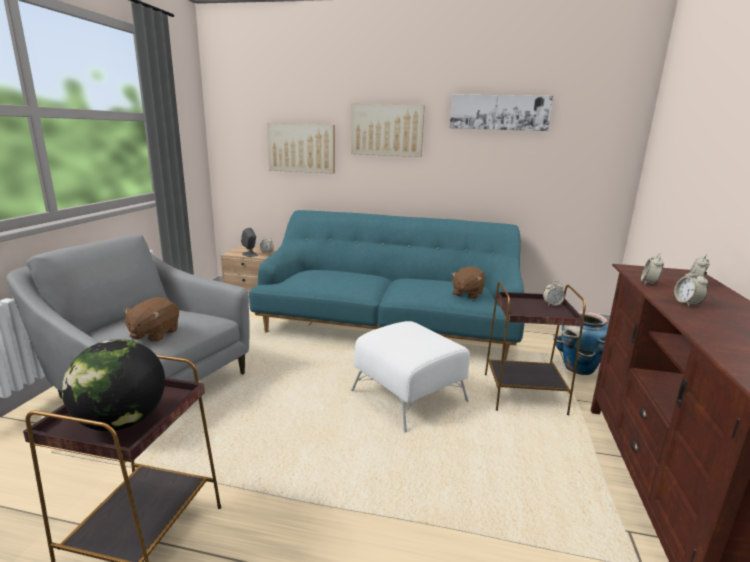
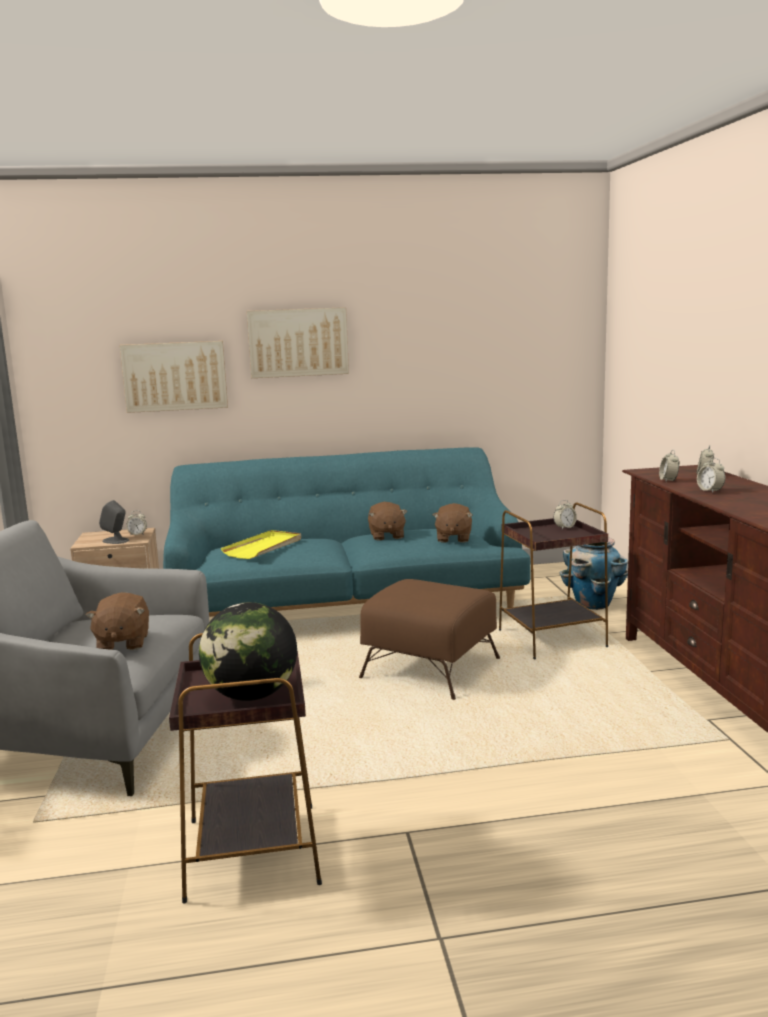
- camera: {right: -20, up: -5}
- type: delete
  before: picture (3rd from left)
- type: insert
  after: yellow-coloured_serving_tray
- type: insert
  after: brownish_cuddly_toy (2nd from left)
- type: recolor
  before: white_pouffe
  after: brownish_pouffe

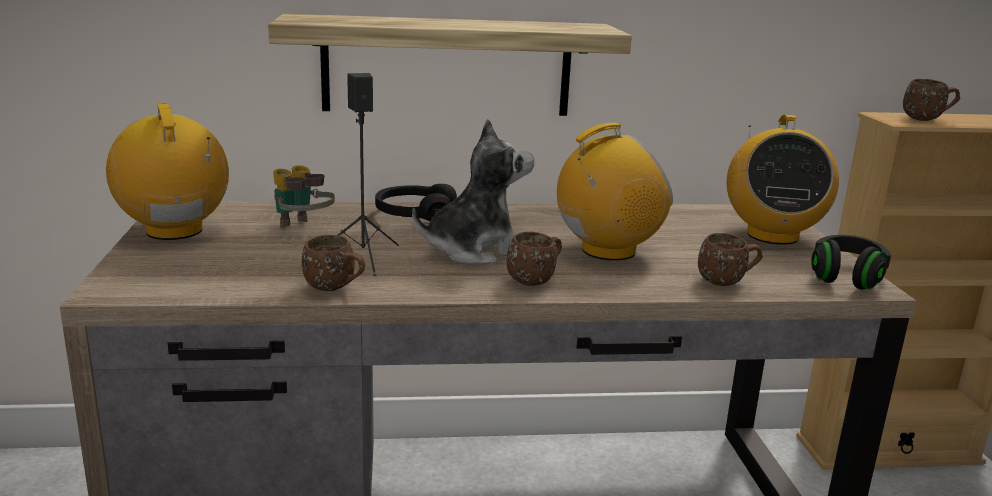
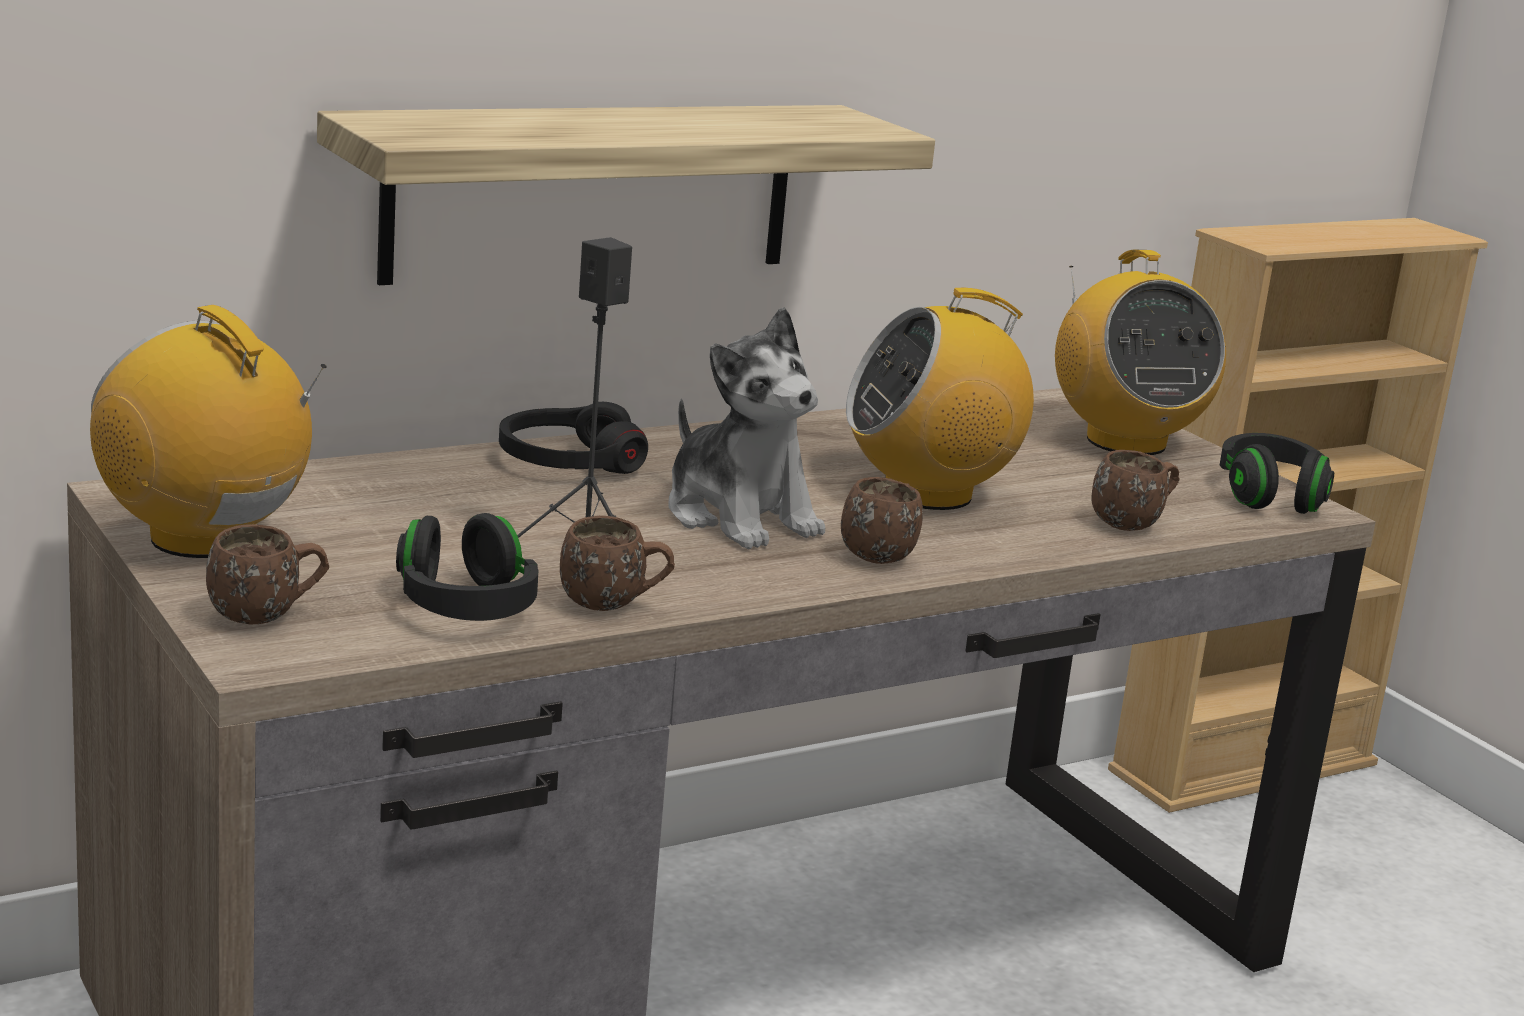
- camera: {right: -25, up: 0}
- type: delete
  before: binoculars
- type: insert
  after: black_headphones (1st from left)
- type: move
  before: brownish_coffee_mug (4th from left in the first image)
  after: brownish_coffee_mug (1st from left)
- type: rotate
  before: cuddly_toy
  turn: 105
- type: rotate
  before: radio_set (2nd from left)
  turn: -150

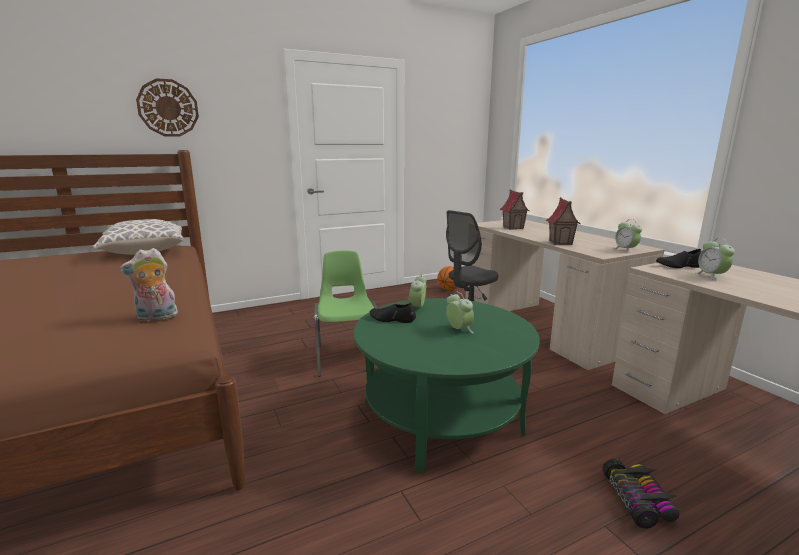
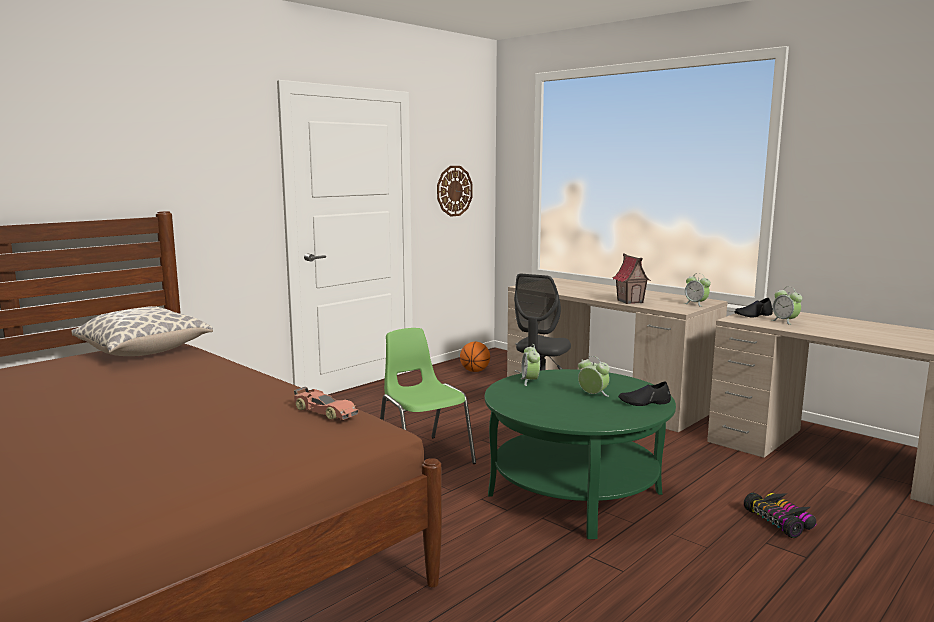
- camera: {right: -20, up: -5}
- type: delete
  before: miniature_house (1st from left)
- type: move
  before: wall_clock
- type: move
  before: black_shoe (1st from left)
- type: replace
  before: cuddly_toy
  after: miniature_car (1st from left)

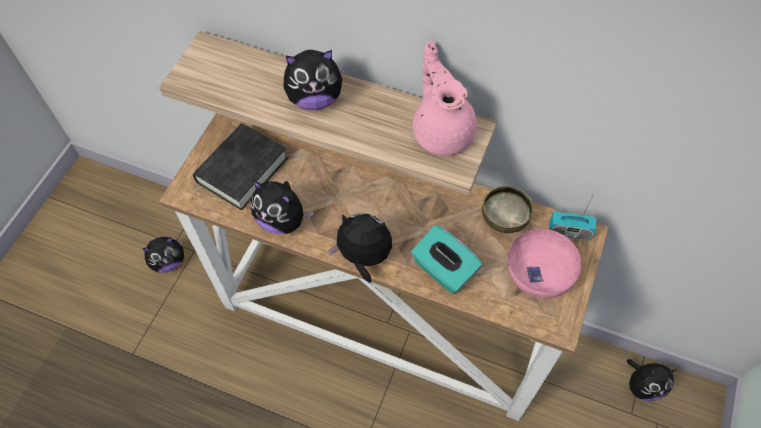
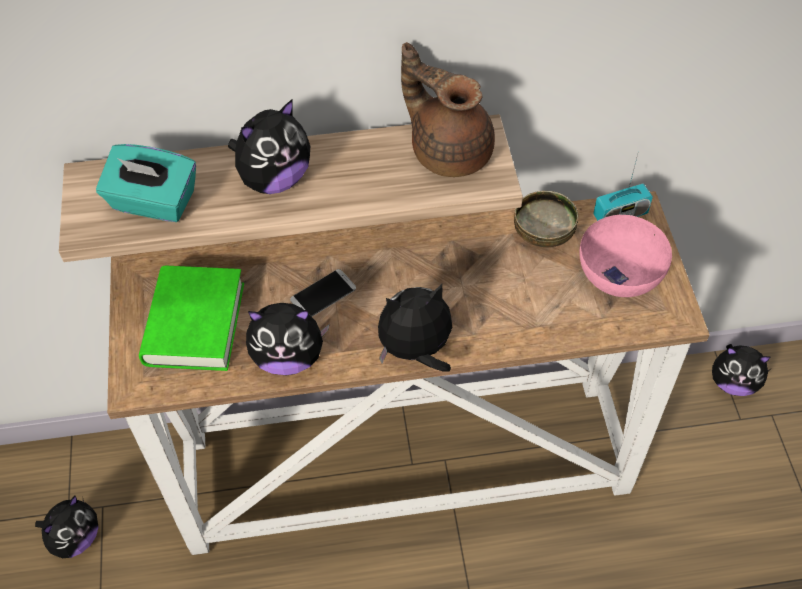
- camera: {right: -30, up: -5}
- type: insert
  after: phone
- type: move
  before: turquoise-coloured_tissue_holder
- type: recolor
  before: black_bound_book
  after: green-coloured_bound_book
- type: recolor
  before: pinkish_pot_for_tea
  after: brownish_pot_for_tea
- type: rotate
  before: cuddly_toy (5th from left)
  turn: 60

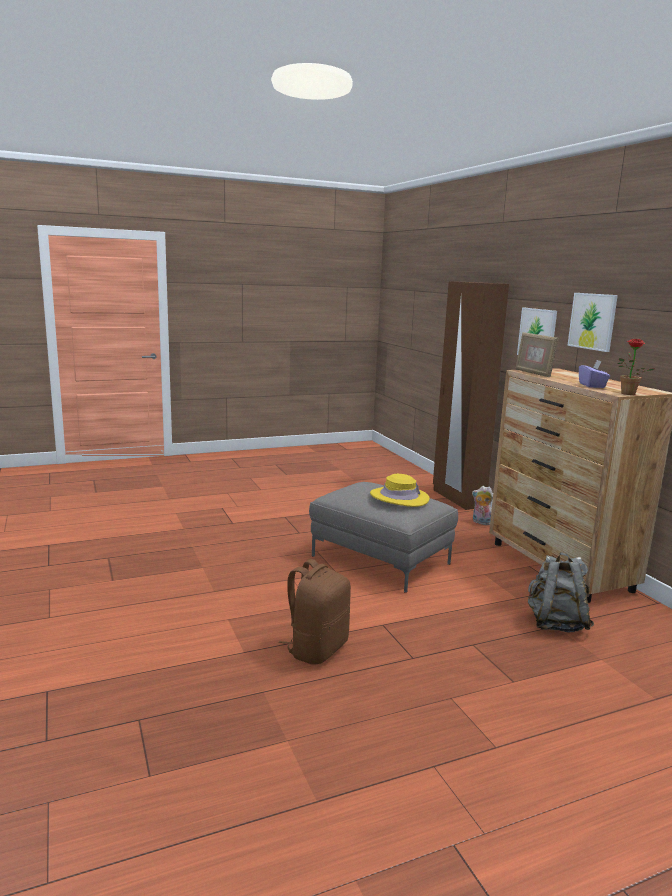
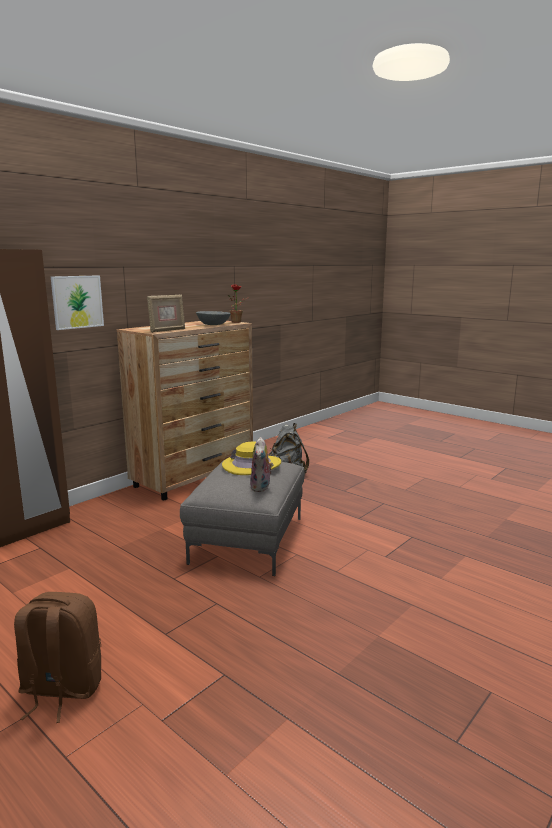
- camera: {right: -115, up: 0}
- type: delete
  before: picture (2nd from left)
- type: move
  before: brownish_knapsack
- type: move
  before: cuddly_toy
- type: replace
  before: purple-coloured_tissue_holder
  after: gray_serving_bowl

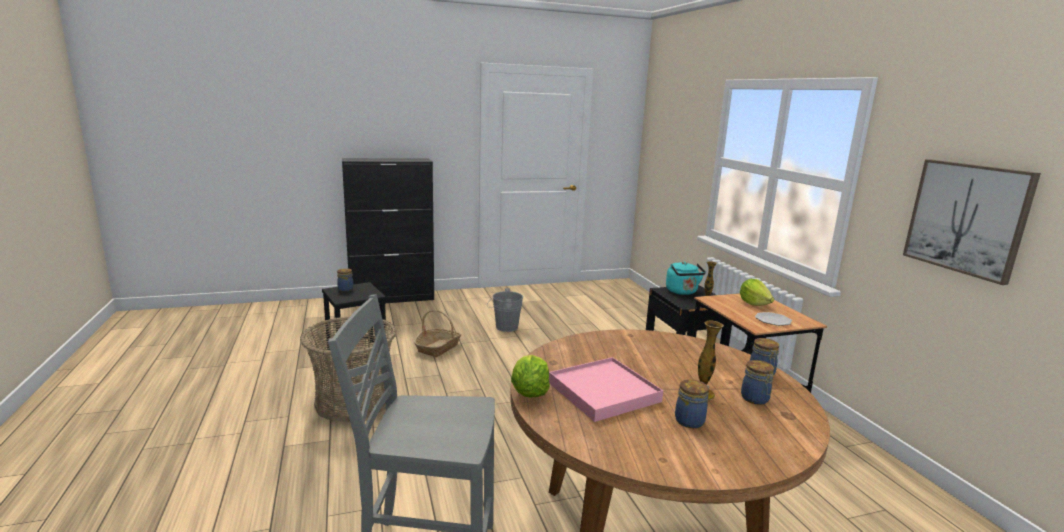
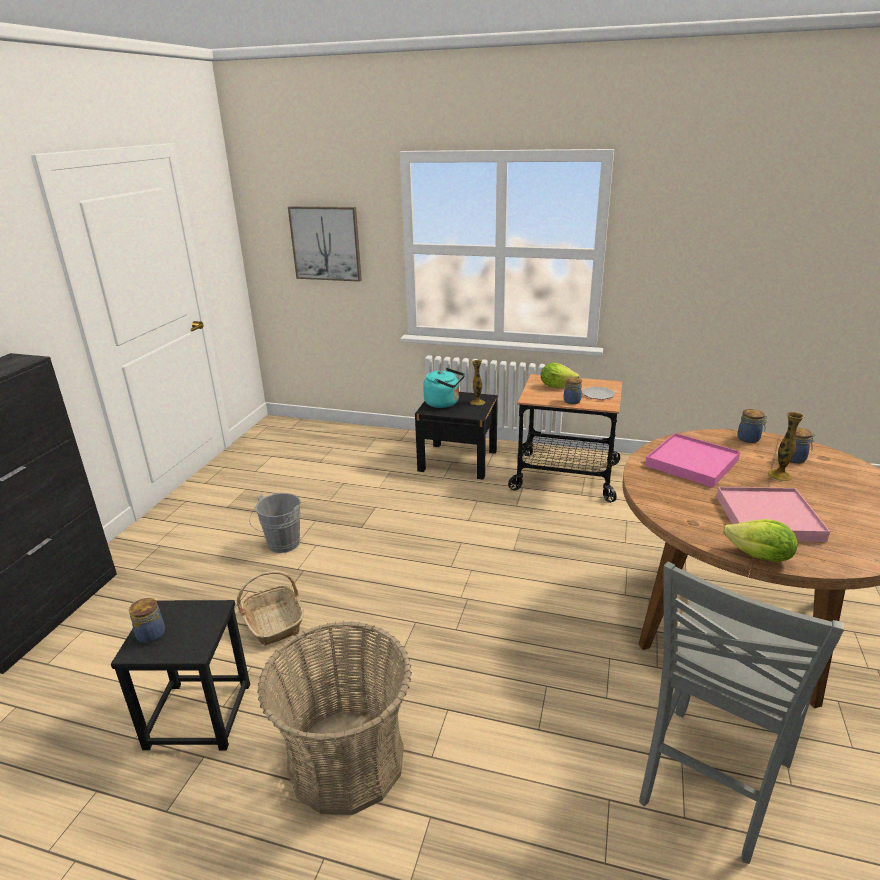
- camera: {right: -55, up: 10}
- type: insert
  after: pinkish_serving_tray (1st from left)
- type: move
  before: preserve_jar (2nd from left)
- type: move
  before: picture

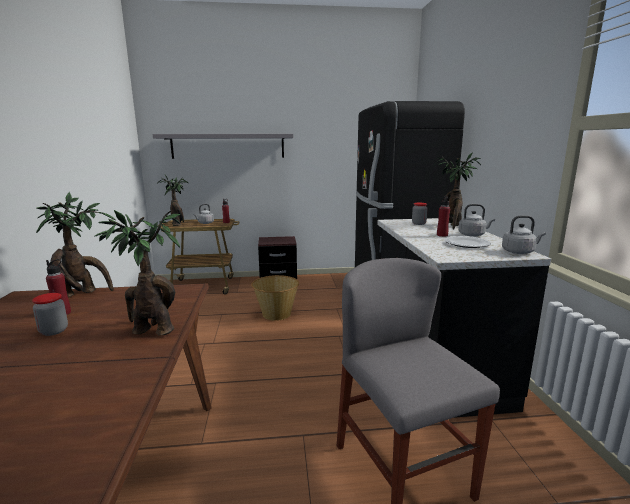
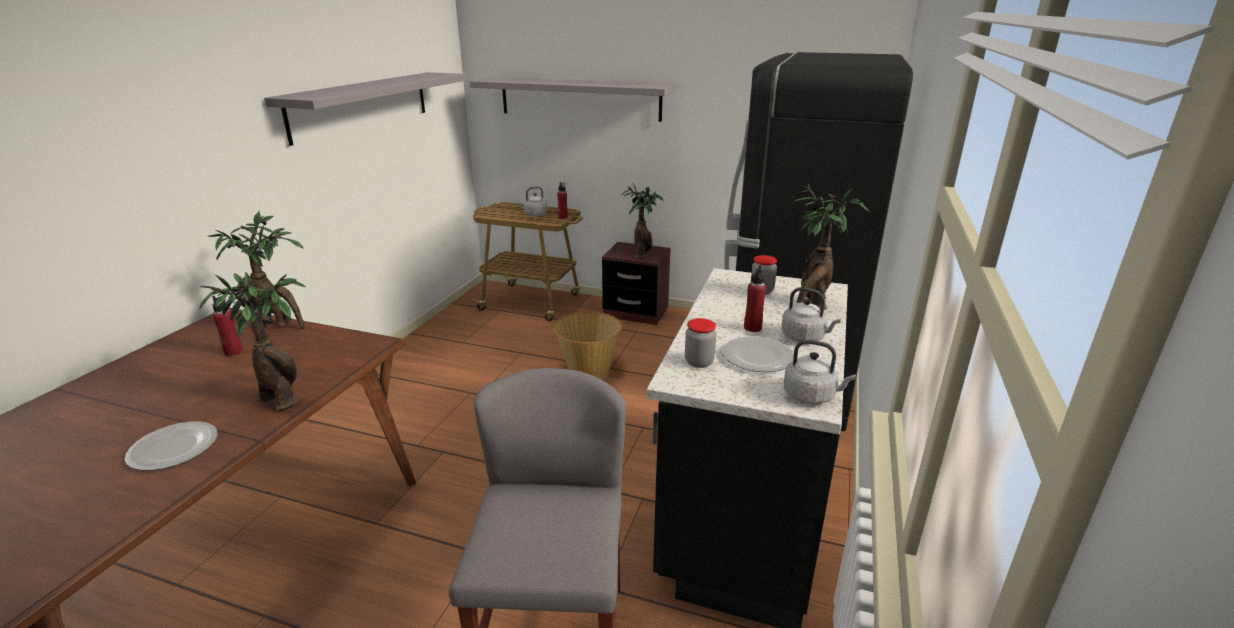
- camera: {right: 25, up: 10}
- type: insert
  after: flat_dish (1st from left)
- type: insert
  after: gray_shelf (1st from left)
- type: move
  before: preserve_jar (1st from left)
- type: move
  before: potted_plant (3rd from left)

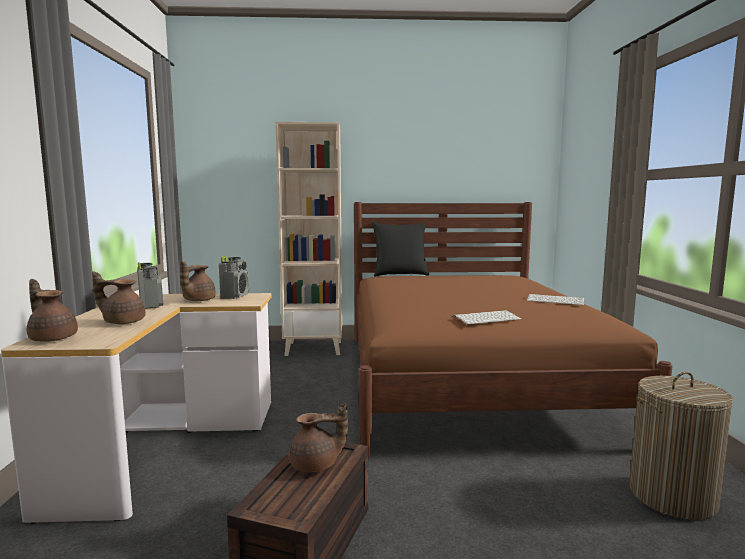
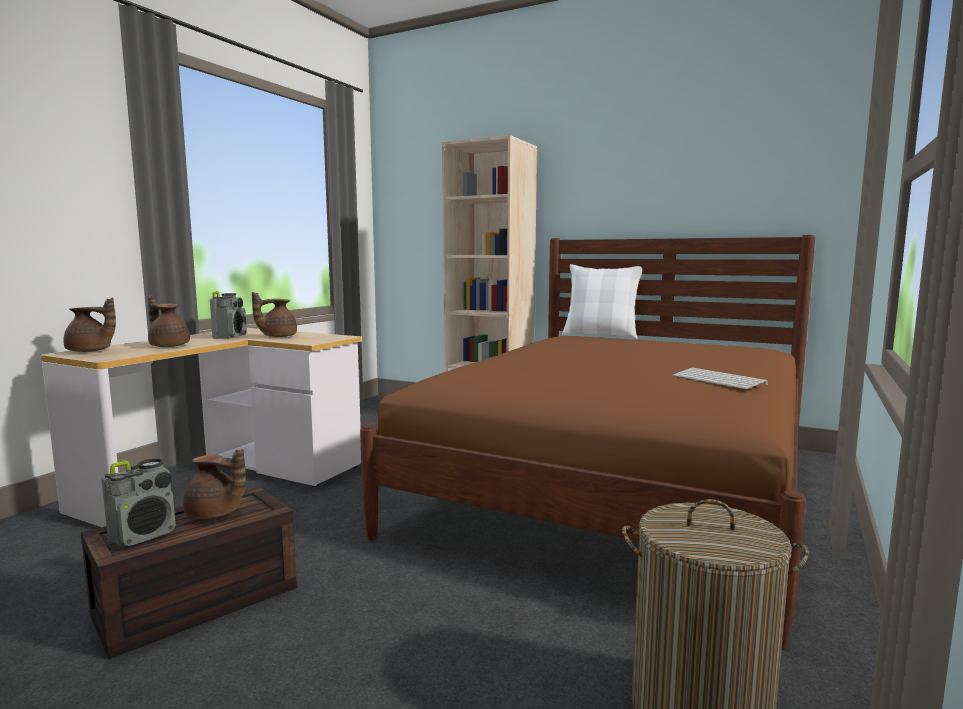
- camera: {right: 30, up: 0}
- type: delete
  before: keyboard (1st from left)
- type: move
  before: radio_set (2nd from left in the first image)
  after: radio_set (1st from left)
- type: recolor
  before: black_pillow
  after: white_pillow
- type: rotate
  before: brownish_pot_for_tea (1st from left)
  turn: 120

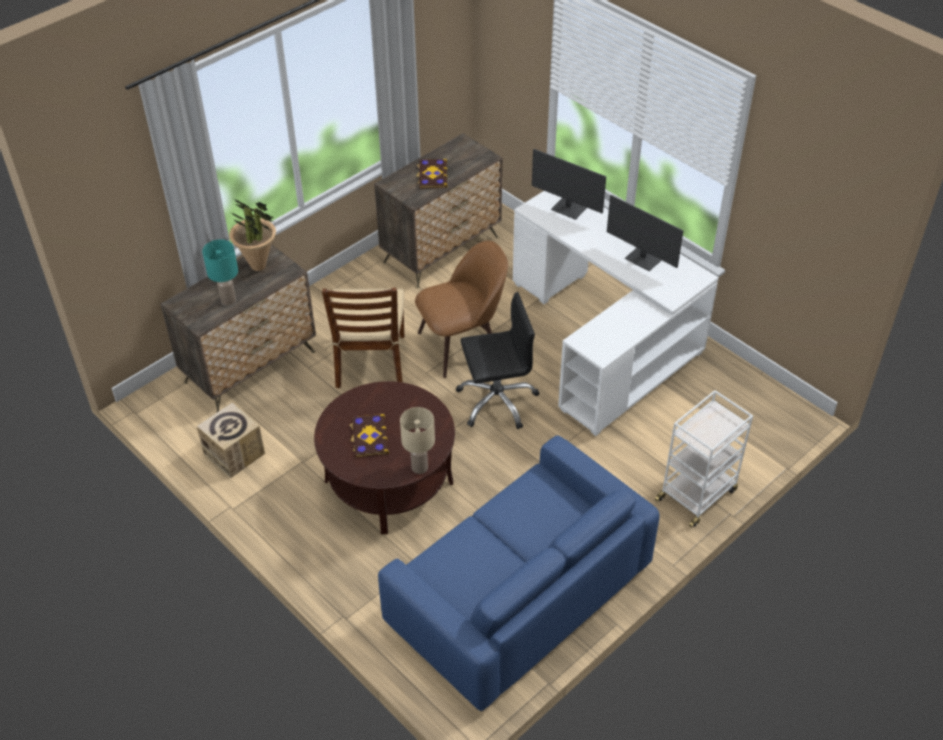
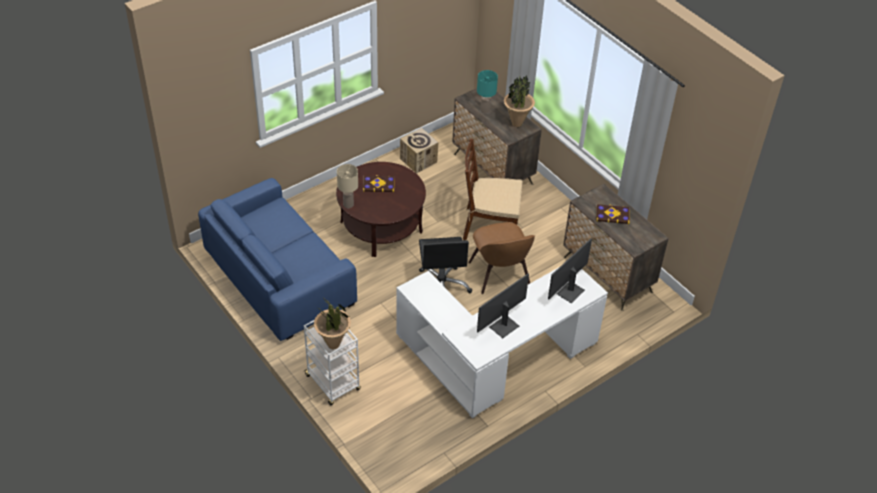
- camera: {right: 95, up: 0}
- type: insert
  after: potted_plant (1st from left)

